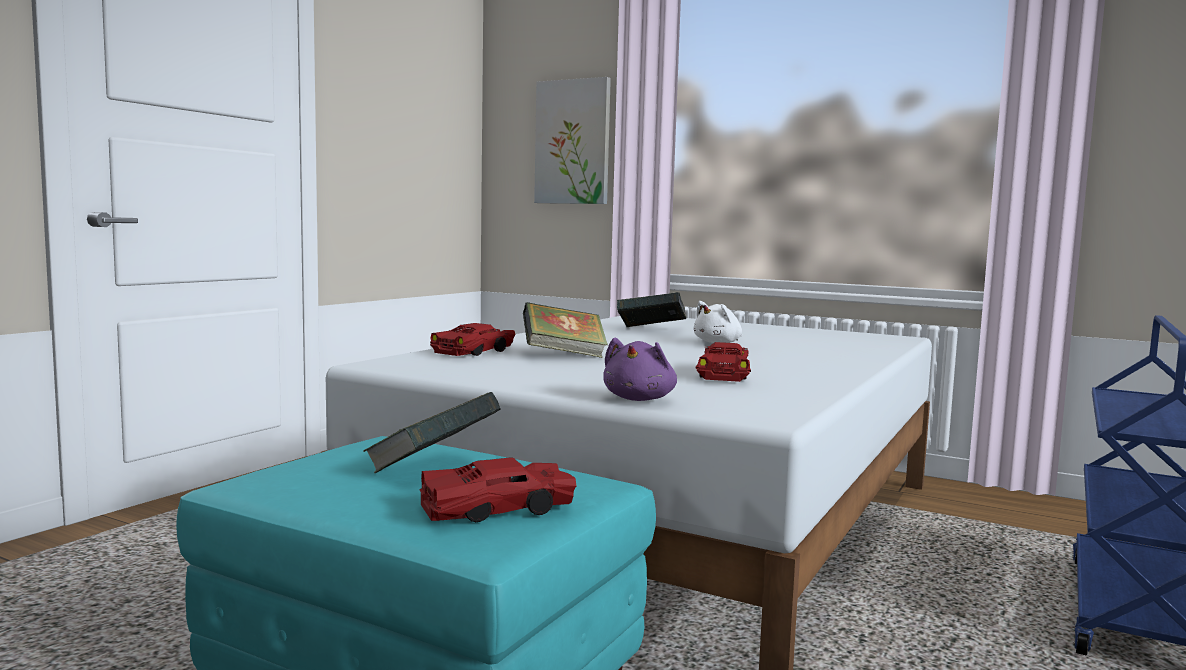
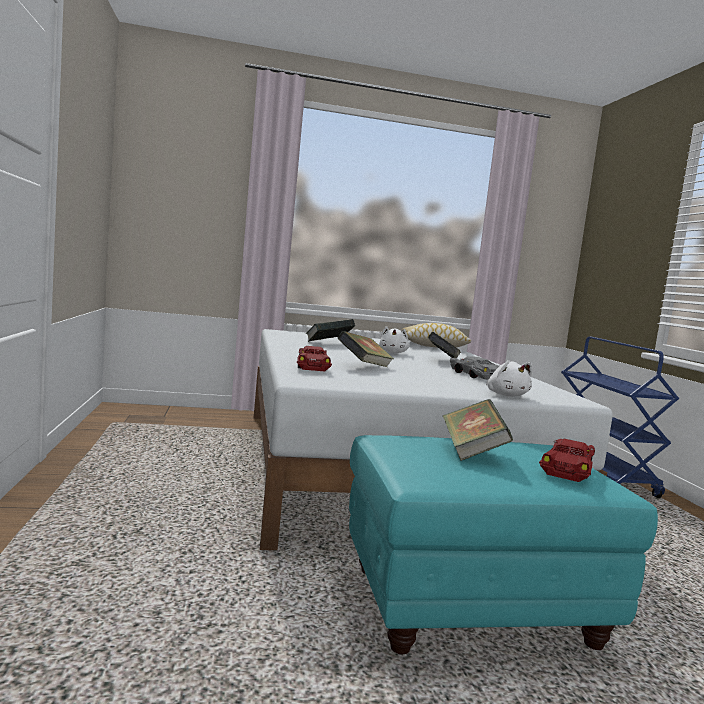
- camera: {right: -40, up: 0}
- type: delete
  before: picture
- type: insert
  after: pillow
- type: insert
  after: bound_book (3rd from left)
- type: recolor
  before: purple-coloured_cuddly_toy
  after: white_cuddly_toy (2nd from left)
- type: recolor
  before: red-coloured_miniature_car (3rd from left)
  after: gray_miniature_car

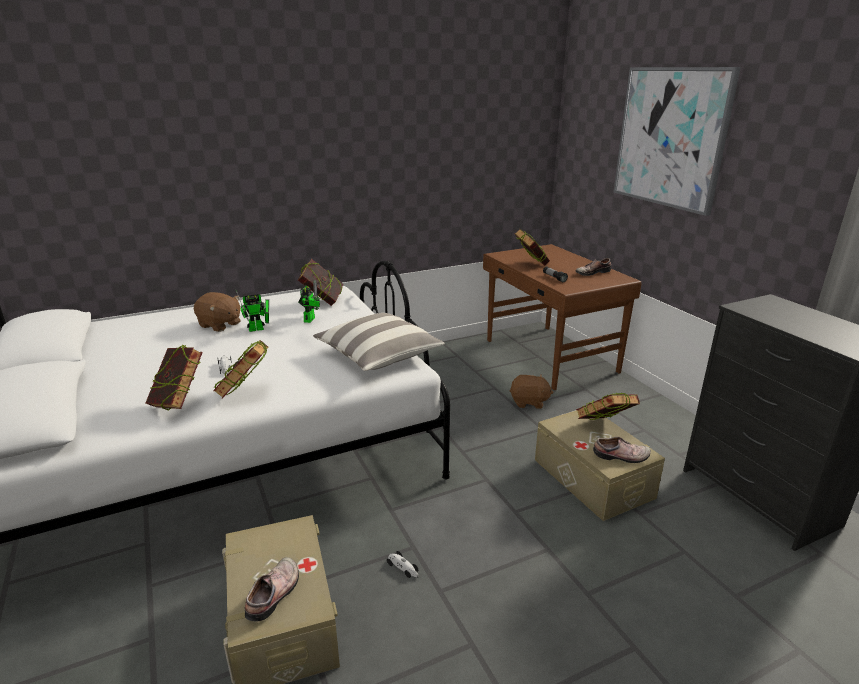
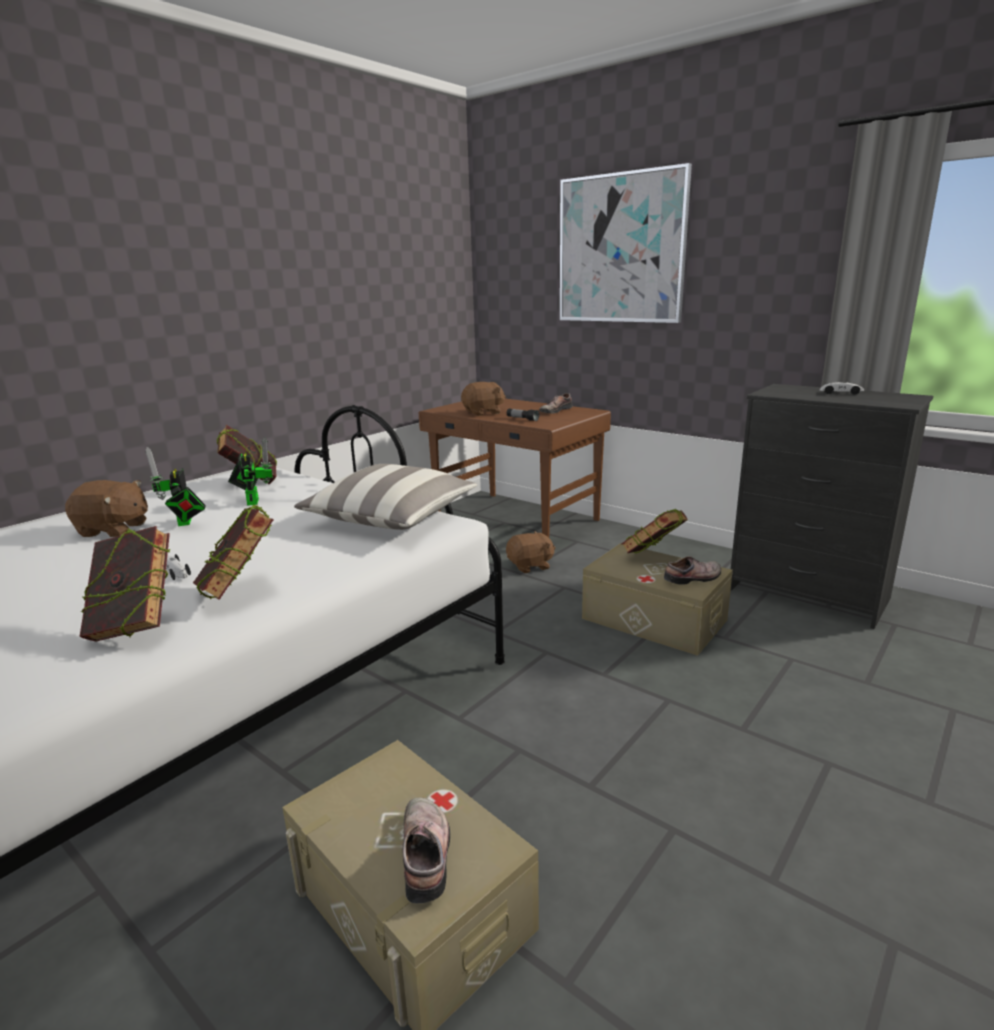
- camera: {right: -25, up: -5}
- type: move
  before: miniature_car (2nd from left)
- type: replace
  before: bound_book (4th from left)
  after: brownish_cuddly_toy (2nd from left)
- type: rotate
  before: model_robot (1st from left)
  turn: 120

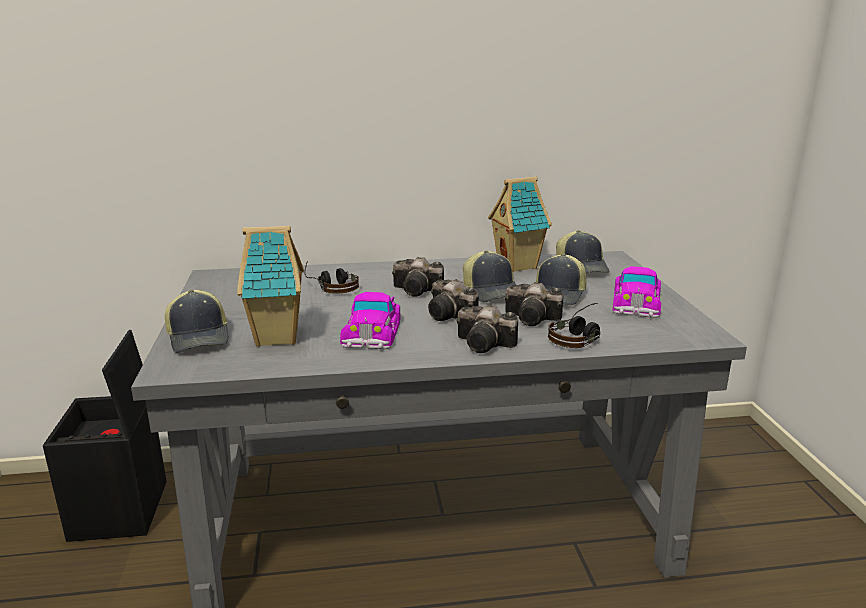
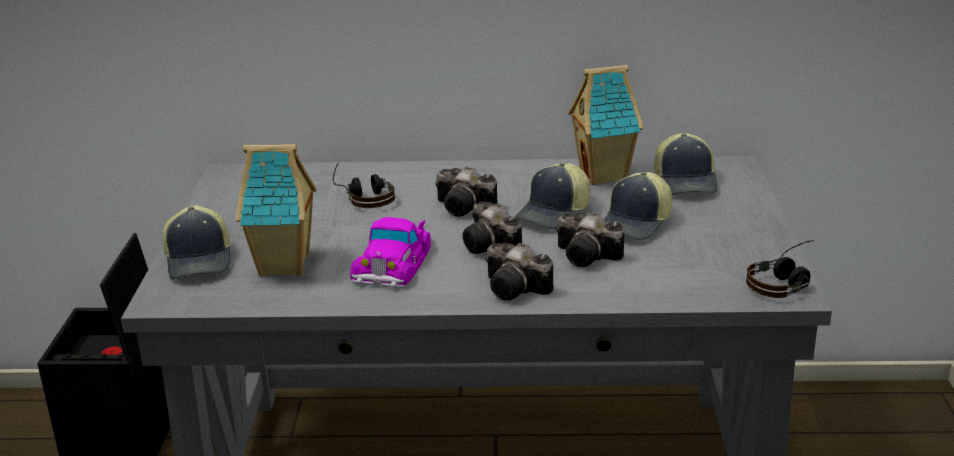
- camera: {right: 10, up: 5}
- type: delete
  before: miniature_car (2nd from left)
- type: move
  before: headphones (2nd from left)
- type: rotate
  before: cap (2nd from left)
  turn: 45

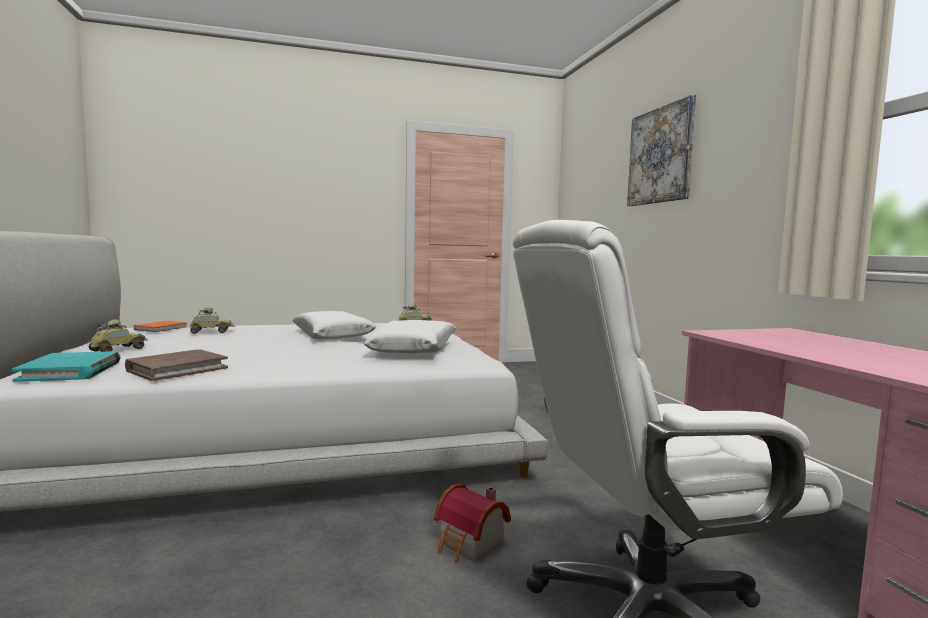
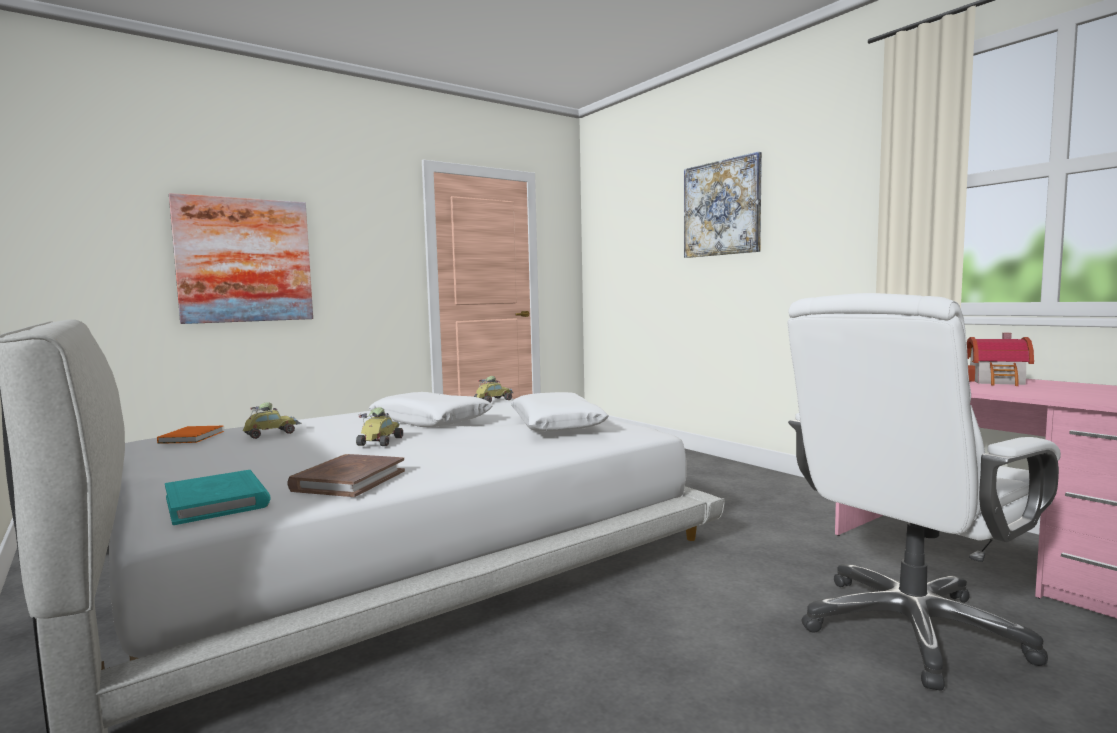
- camera: {right: -20, up: 0}
- type: insert
  after: picture (1st from left)
- type: move
  before: miniature_car (1st from left in the first image)
  after: miniature_car (2nd from left)
- type: move
  before: miniature_house

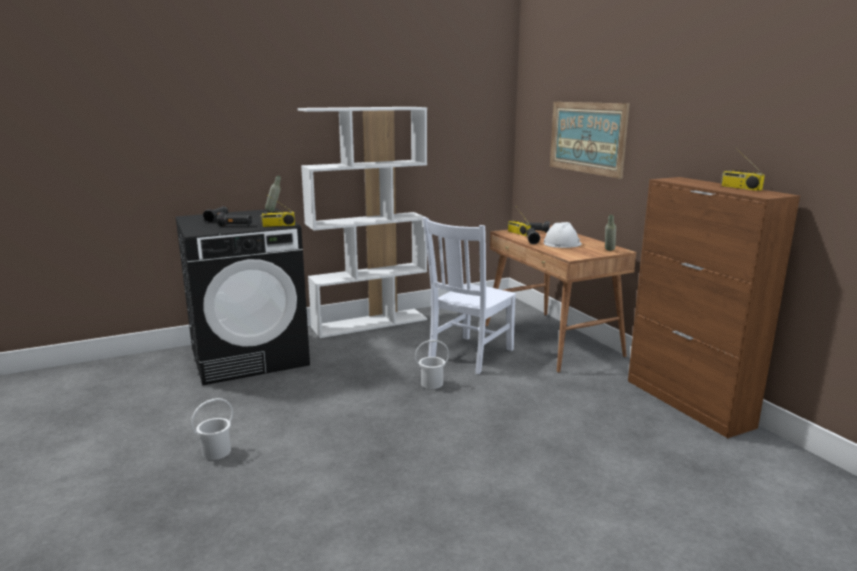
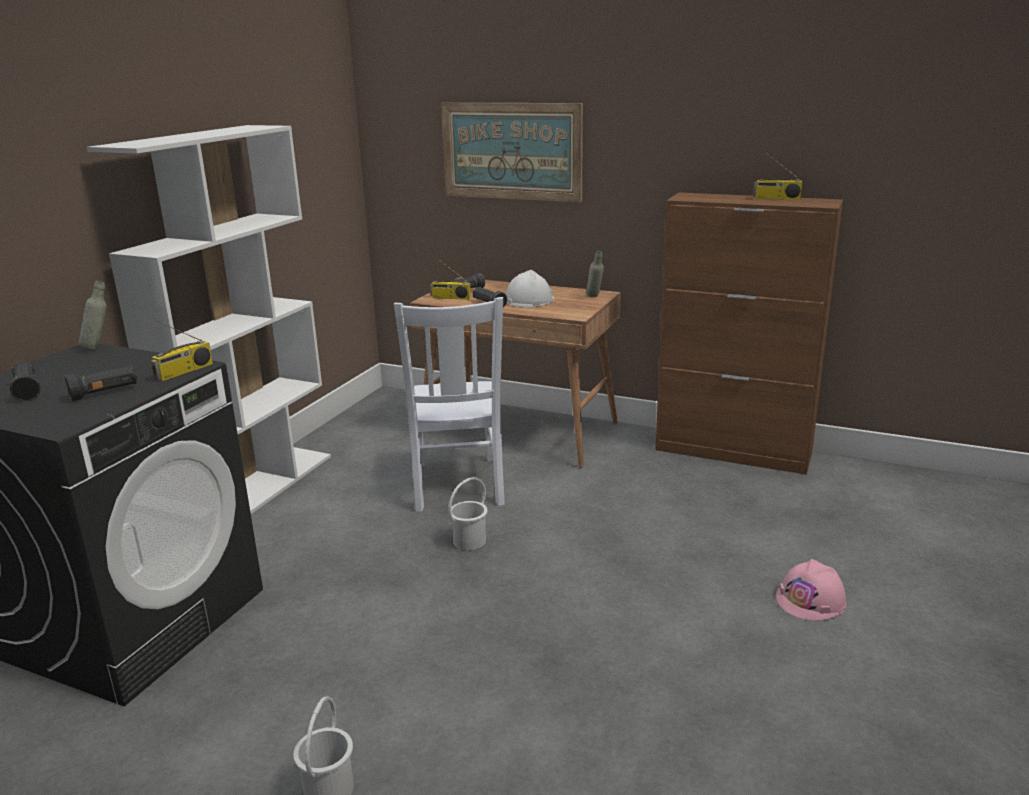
- camera: {right: -40, up: 5}
- type: insert
  after: pinkish_hard_hat

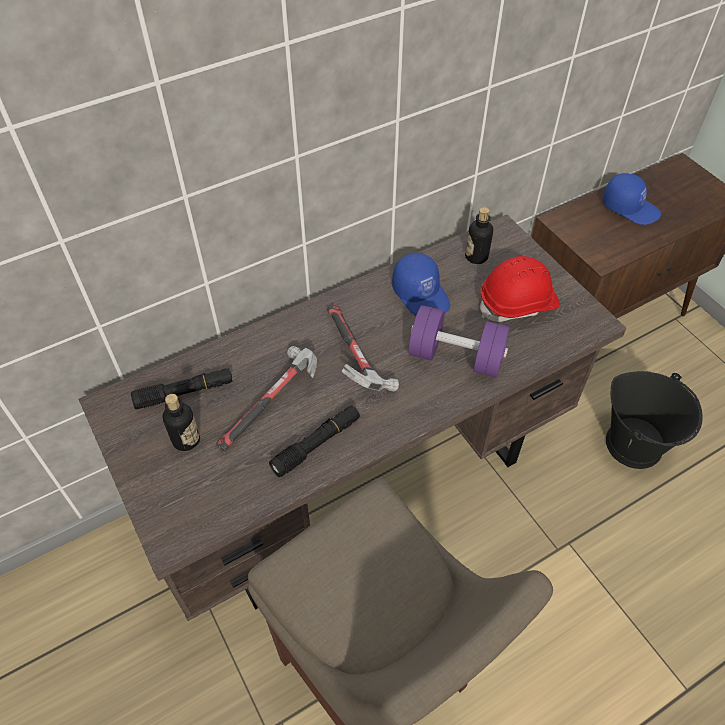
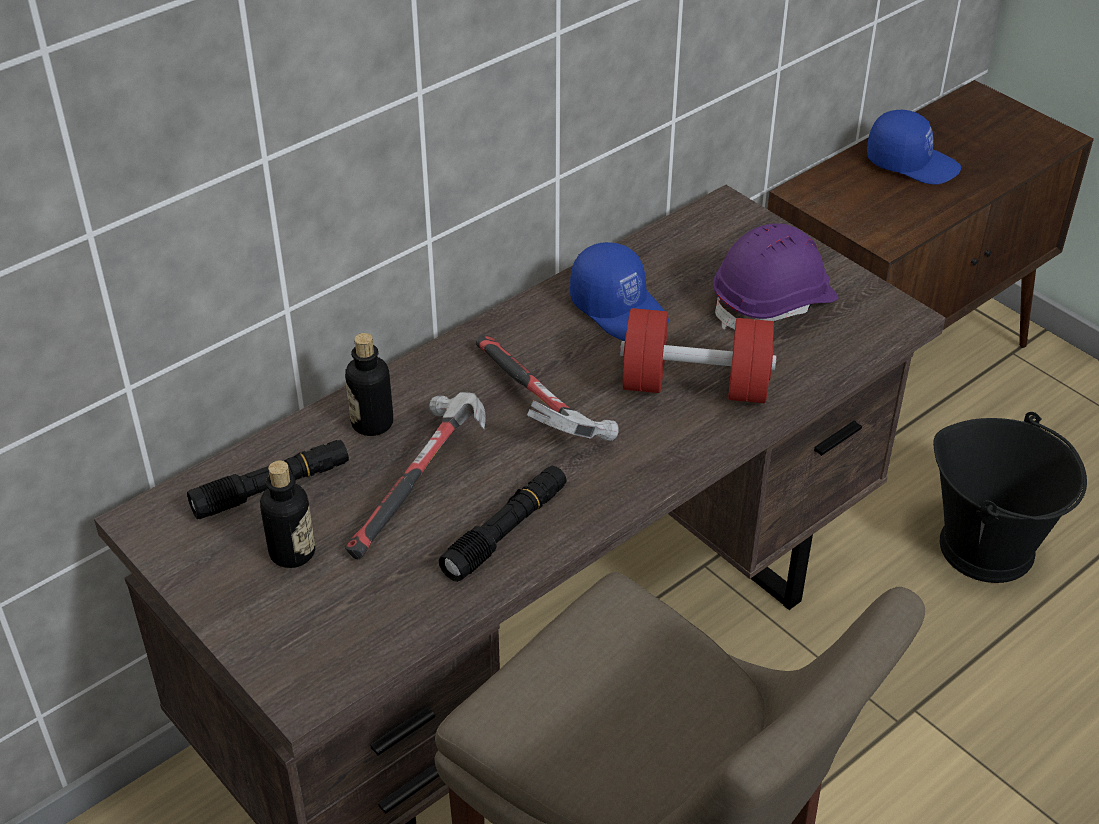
- camera: {right: -10, up: -10}
- type: move
  before: bottle (2nd from left)
- type: recolor
  before: purple-coloured_hand_weight
  after: red-coloured_hand_weight
- type: recolor
  before: red-coloured_hard_hat
  after: purple-coloured_hard_hat

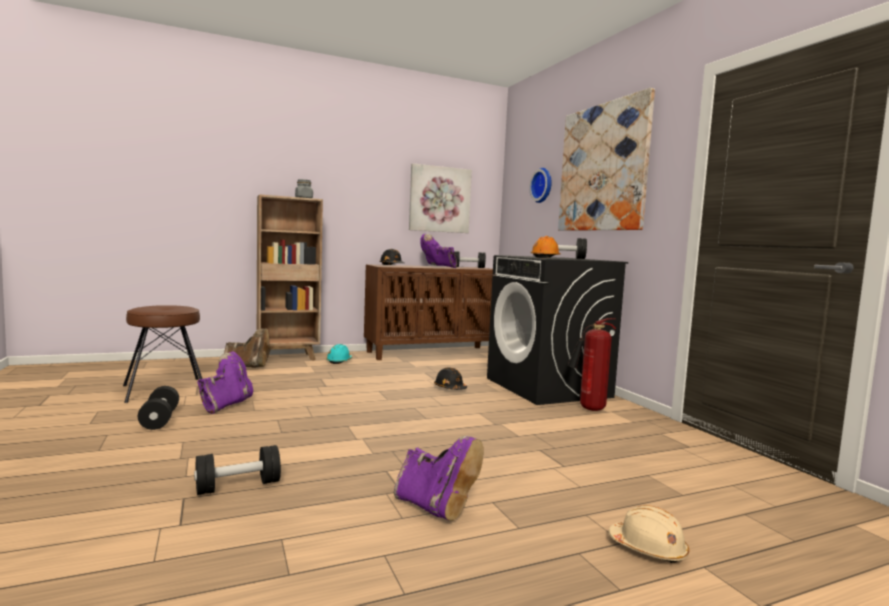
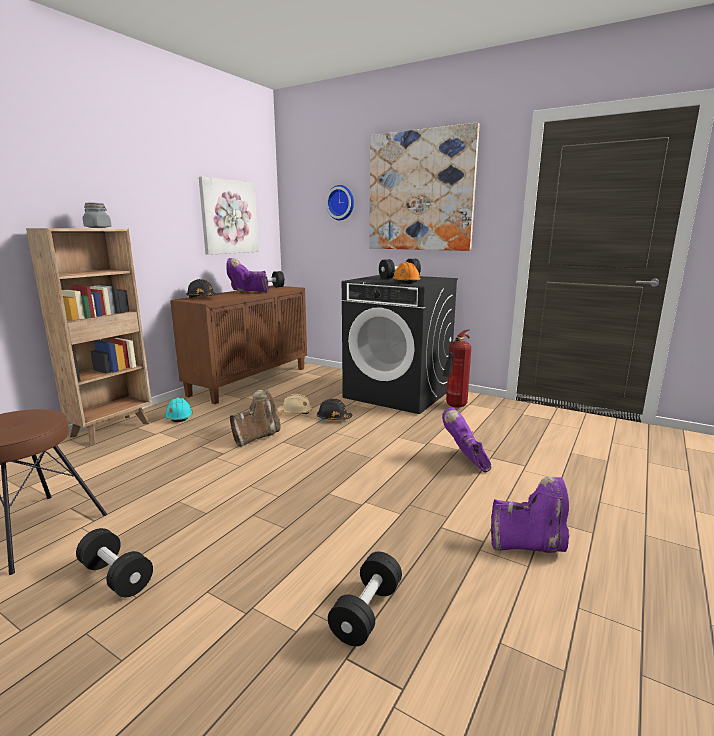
- camera: {right: -35, up: 10}
- type: move
  before: purple-coloured_tall_boot (1st from left in the first image)
  after: purple-coloured_tall_boot (2nd from left)
- type: move
  before: brownish_tall_boot
- type: move
  before: beige_hard_hat

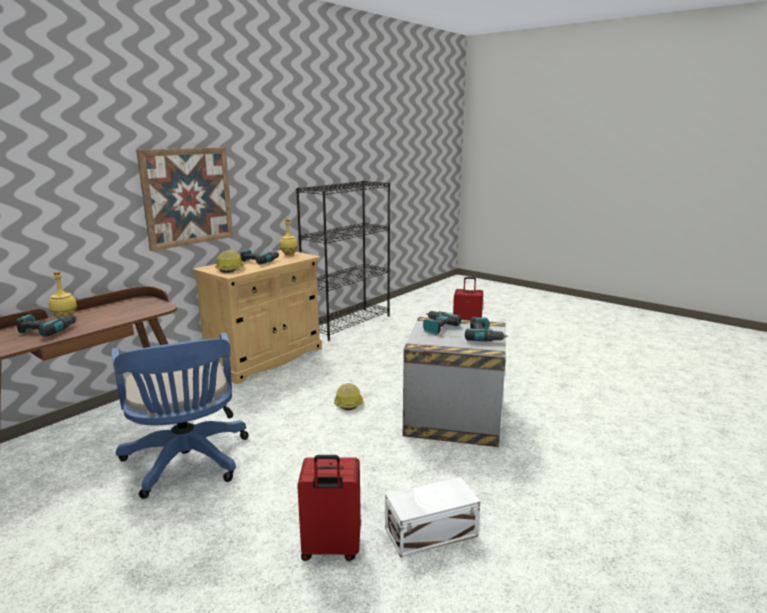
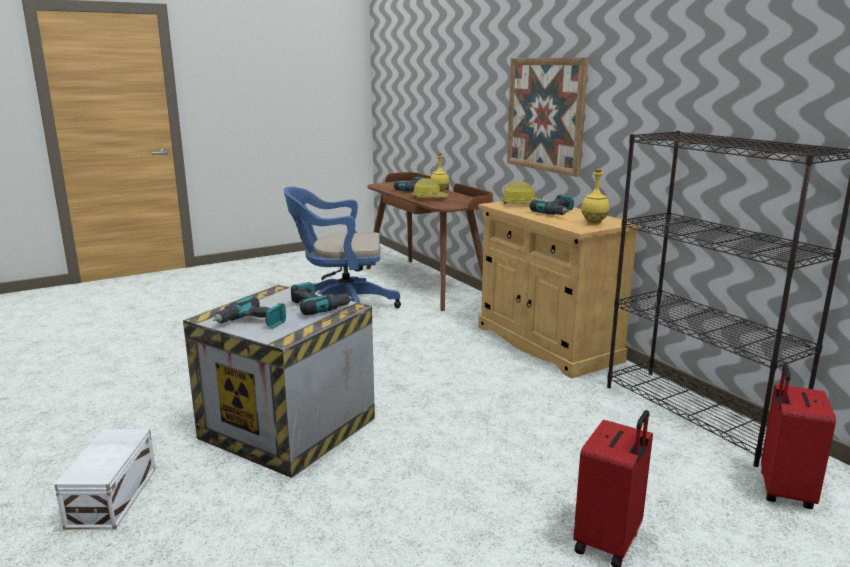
- camera: {right: 110, up: 0}
- type: move
  before: red-coloured_piece_of_luggage (1st from left in the first image)
  after: red-coloured_piece_of_luggage (2nd from left)
- type: move
  before: hard_hat (2nd from left in the first image)
  after: hard_hat (1st from left)
- type: move
  before: white_storage_box

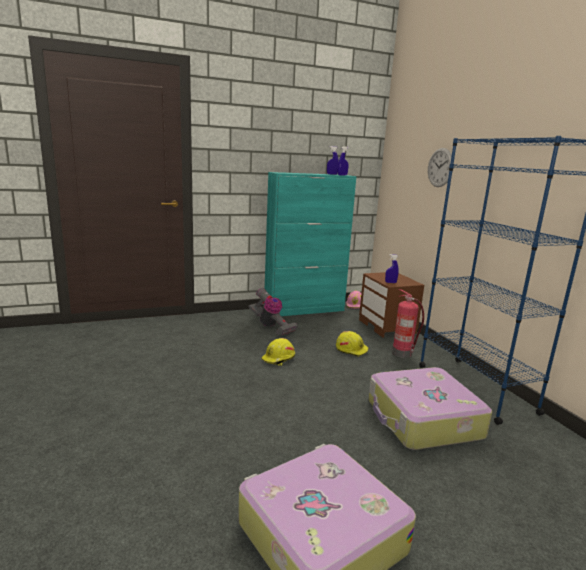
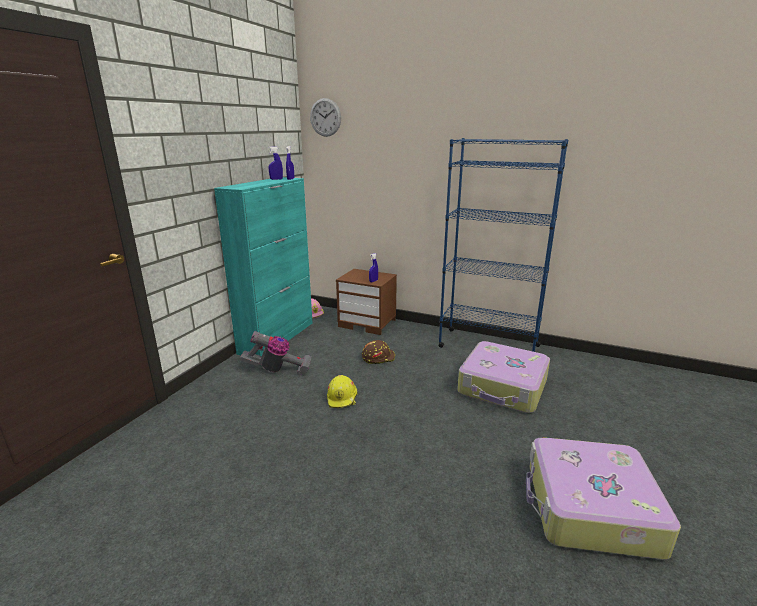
- camera: {right: -45, up: 5}
- type: delete
  before: fire_extinguisher
- type: move
  before: wall_clock
- type: recolor
  before: yellow-coloured_hard_hat (2nd from left)
  after: brownish_hard_hat

